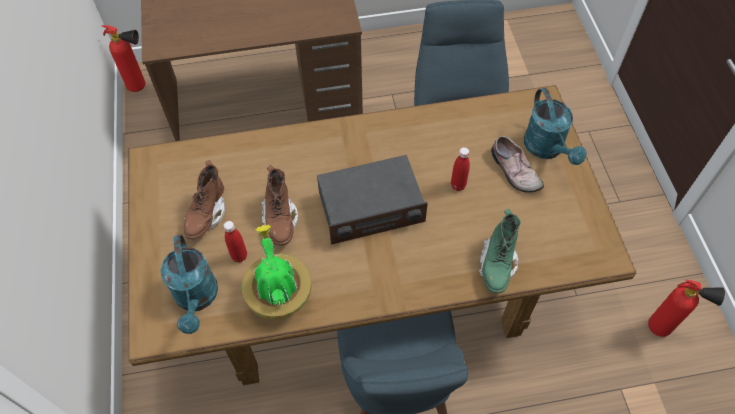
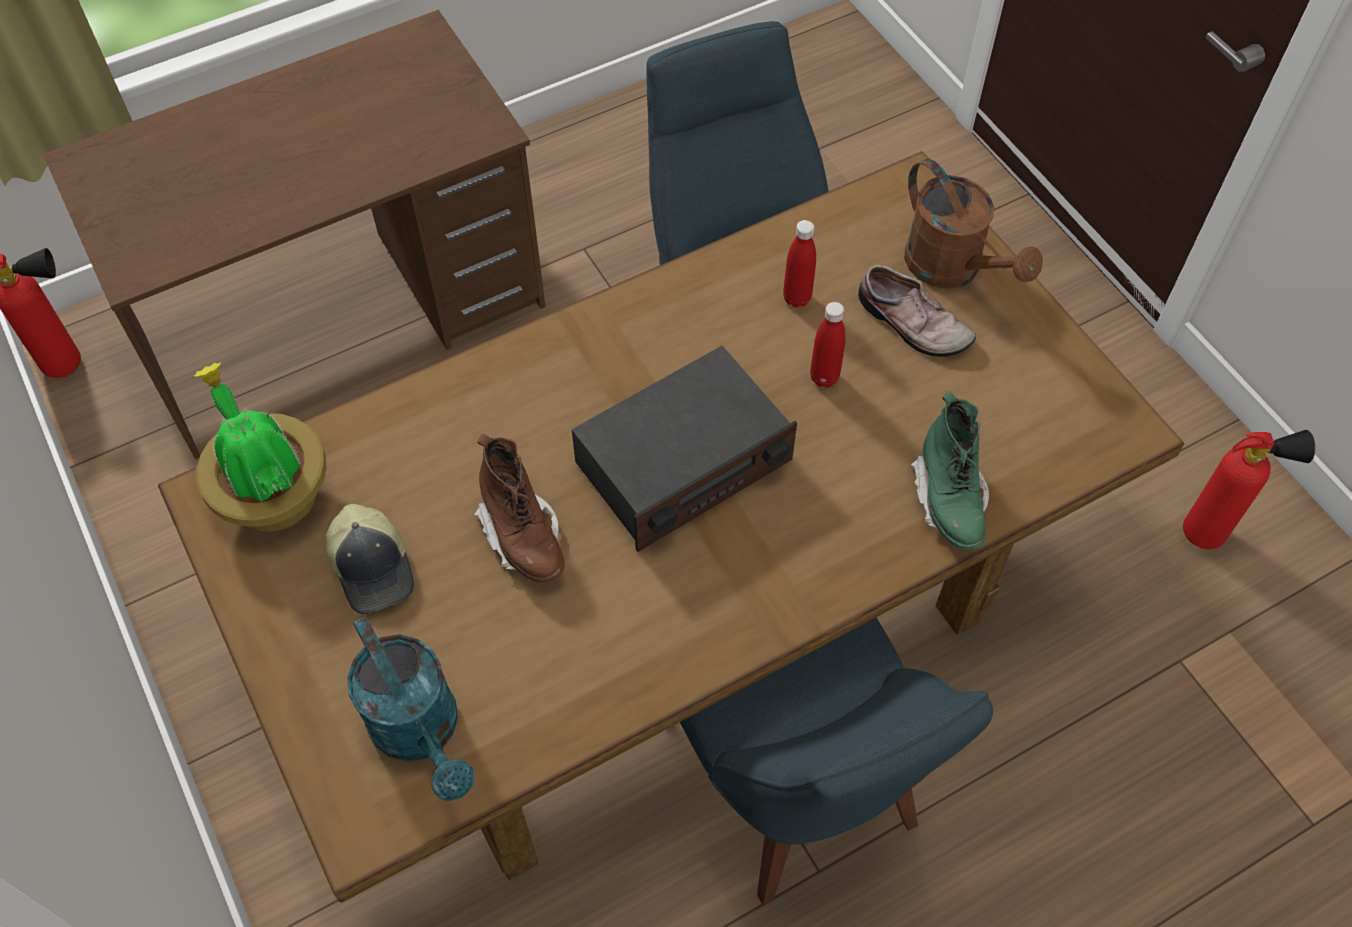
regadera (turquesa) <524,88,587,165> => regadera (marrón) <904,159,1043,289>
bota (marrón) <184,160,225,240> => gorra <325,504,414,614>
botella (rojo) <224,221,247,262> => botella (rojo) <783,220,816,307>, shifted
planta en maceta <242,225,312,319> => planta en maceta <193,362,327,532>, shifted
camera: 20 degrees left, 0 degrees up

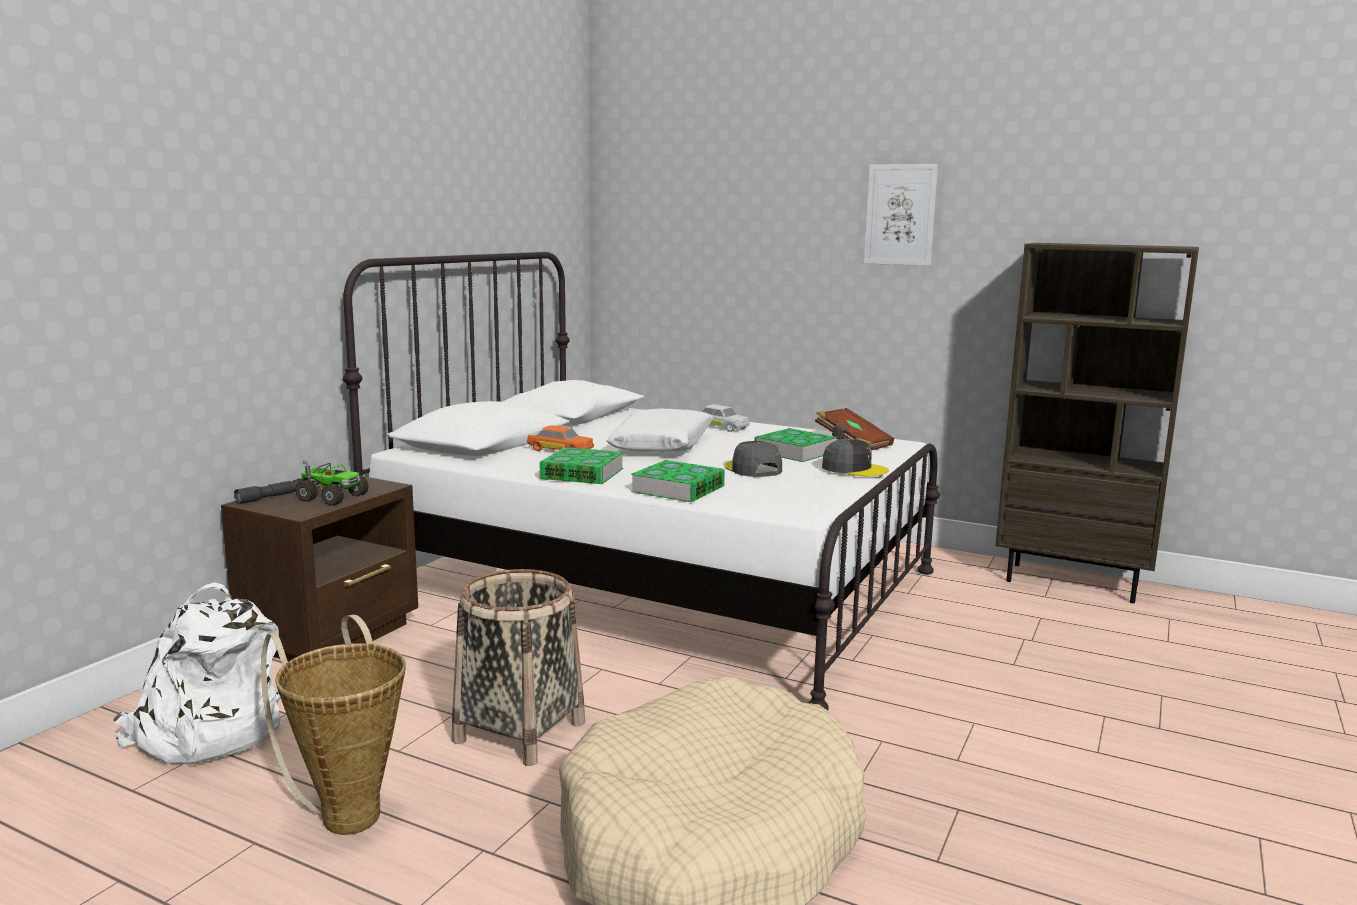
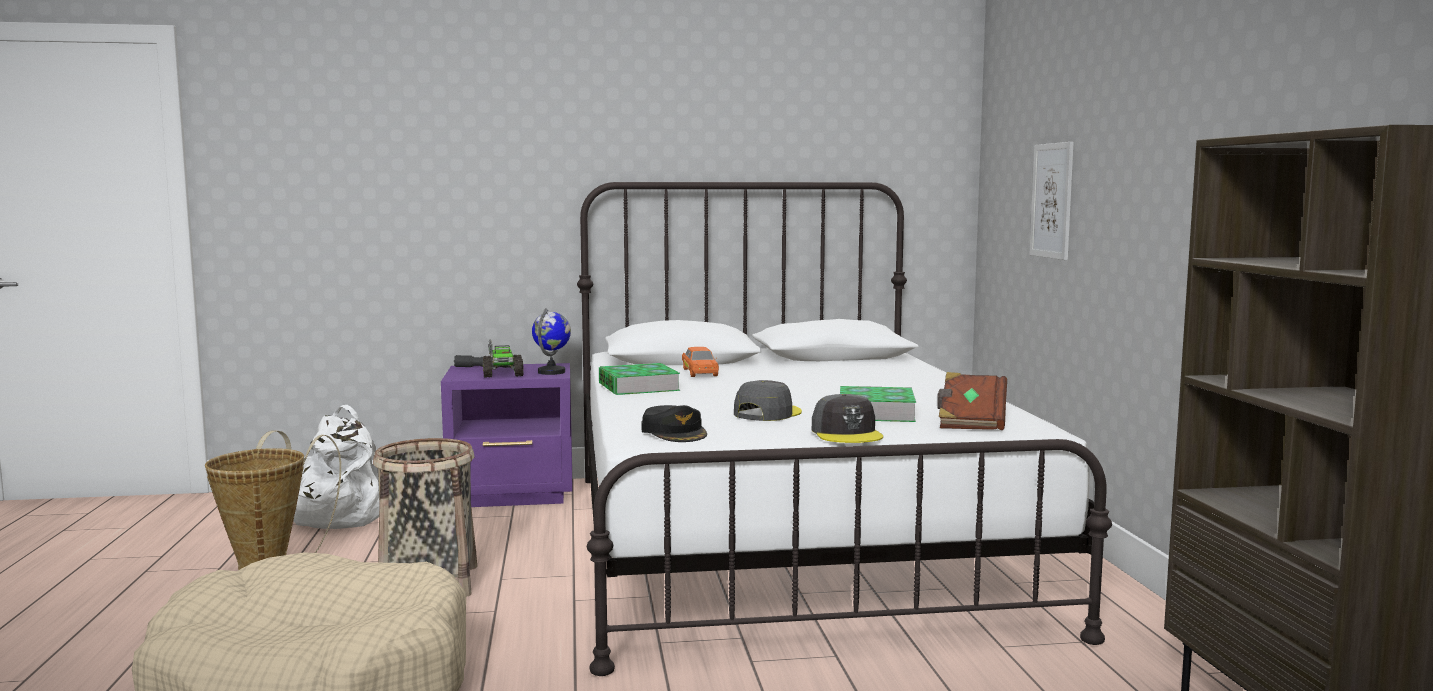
cuadro <864,164,938,266> => cuadro <1030,142,1074,260>, shifted
coche de juguete (blanco) <701,404,750,432> => nothing
cojín (blanco) <607,409,713,452> => nothing
libro <631,460,725,502> => nothing
mesita de noche (marrón) <221,477,418,661> => mesita de noche (morado) <441,363,573,507>
nothing => globo terráqueo <532,308,571,375>
nothing => gorra (negro) <641,405,707,442>
camera: 55 degrees right, 5 degrees down

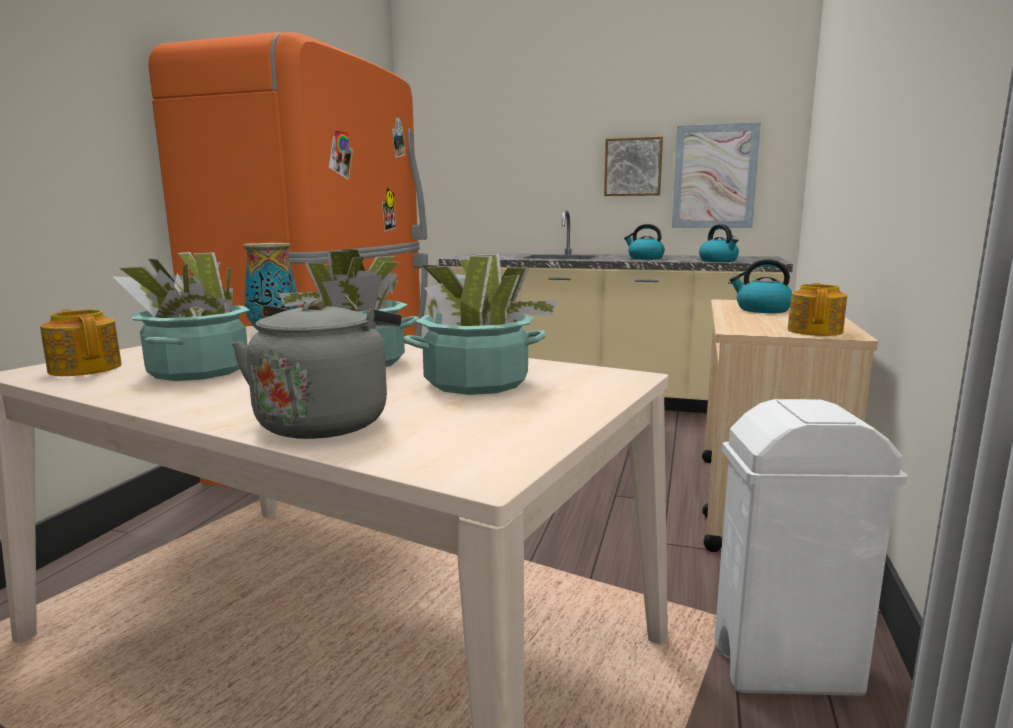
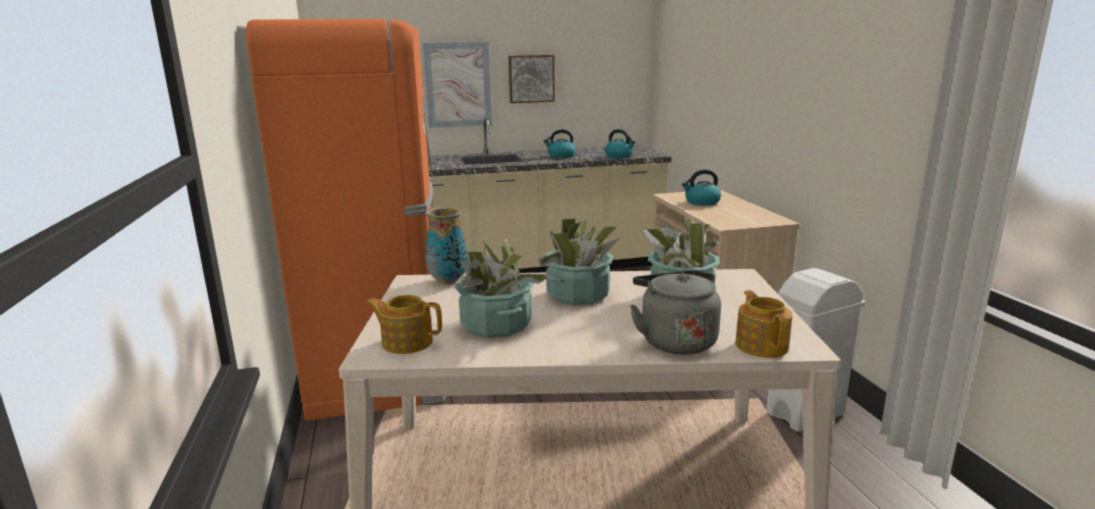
cuadro <672,122,761,228> => cuadro <423,42,492,128>, shifted
tetera <787,283,847,336> => tetera <735,290,793,358>, shifted
camera: 30 degrees left, 5 degrees up

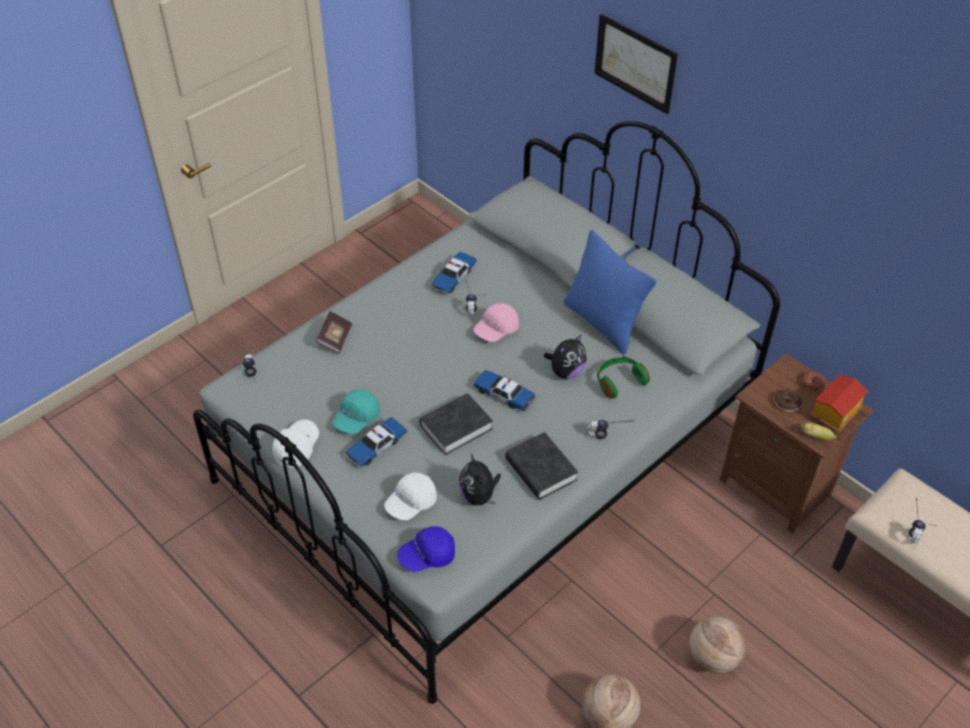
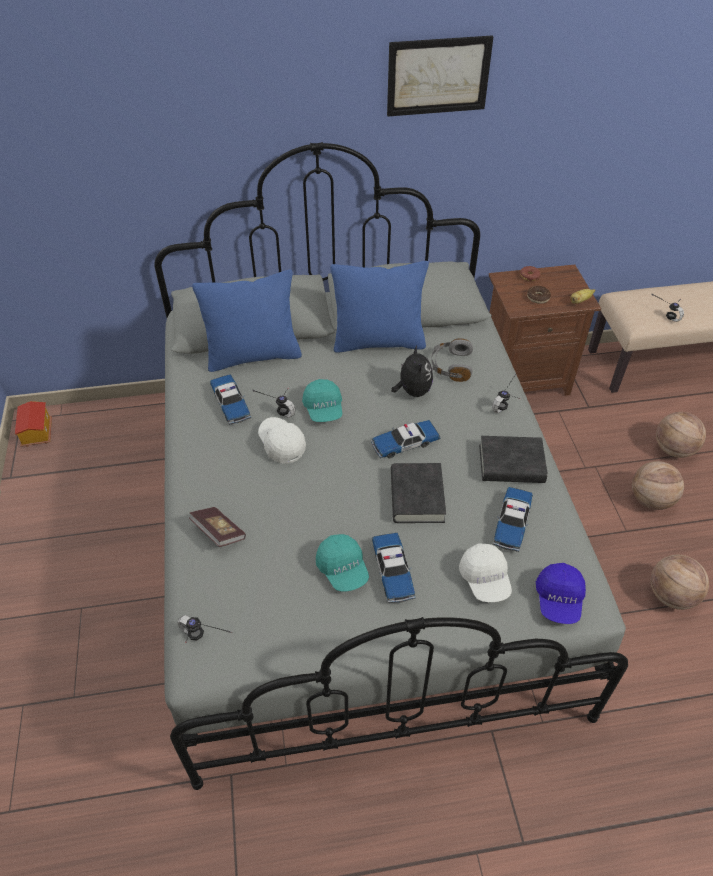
cuadro <594,14,678,114> => cuadro <387,35,494,117>, shifted
gorra (rosa) <473,303,519,342> => gorra (turquesa) <302,379,342,422>
auriculares (verde) <597,356,650,399> => auriculares (gris) <431,338,473,382>
casita <810,374,868,432> => casita <15,401,52,447>, shifted
gorra (blanco) <272,419,319,468> => gorra (blanco) <258,417,306,464>, shifted
peluche <459,454,501,506> => coche de juguete <493,487,533,552>
nothing => cojín (azul) <192,270,302,372>
nothing => balón de baloncesto <656,412,706,458>
camera: 55 degrees left, 0 degrees up

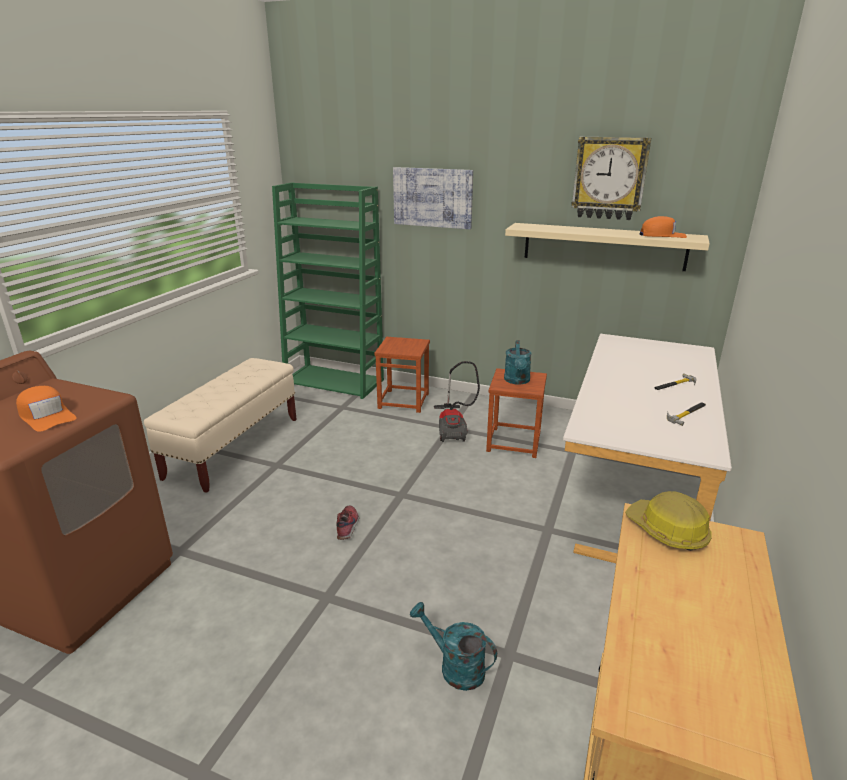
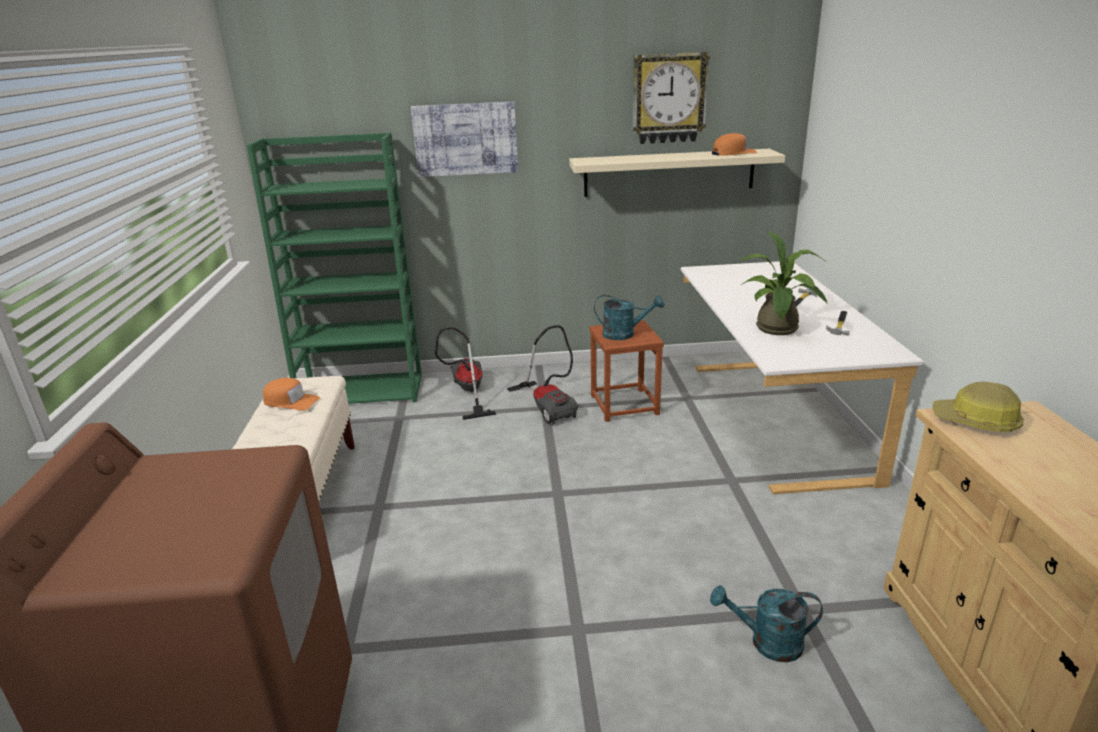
taburete (marrón) <374,337,430,413> => aspiradora <435,327,497,420>
regadera (turquesa) <504,340,532,385> => regadera (turquesa) <594,295,664,340>, 60 degrees counterclockwise
gorra (naranja) <16,386,76,432> => gorra (naranja) <263,378,320,411>, shifted
zapato <336,506,359,540> => nothing
nothing => planta en maceta <739,231,827,335>
camera: 25 degrees left, 0 degrees up

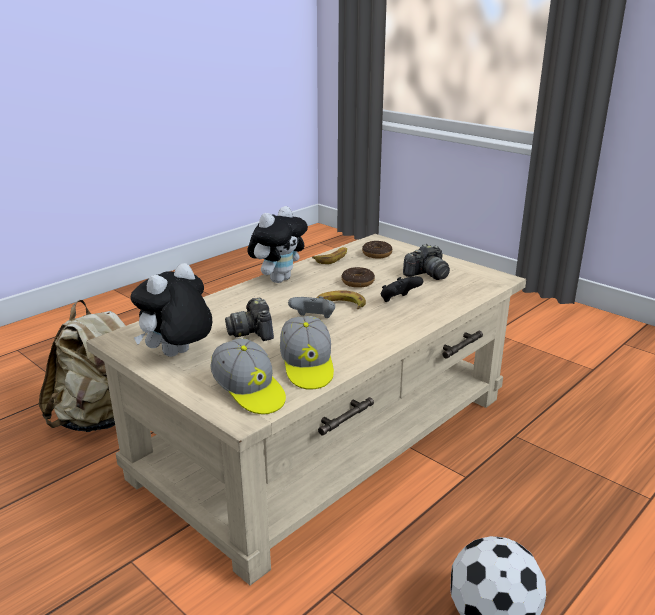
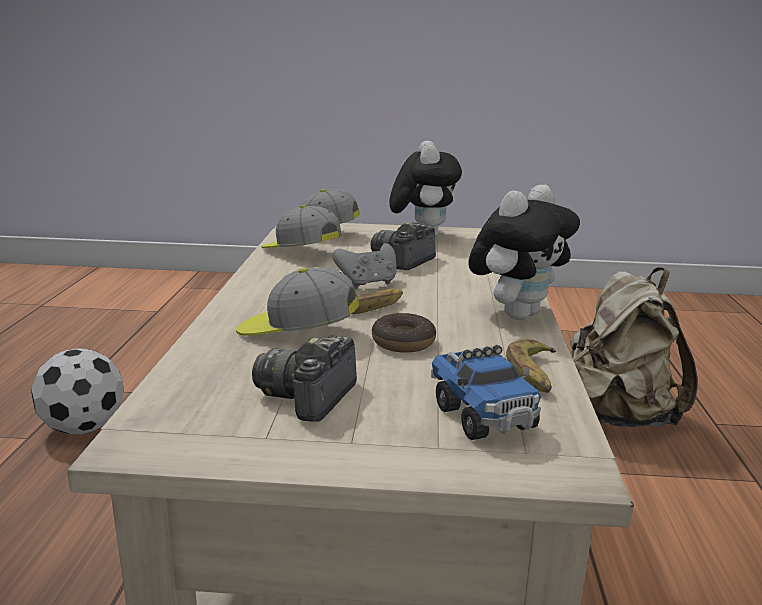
peluche <248,206,308,283> => peluche <469,185,580,320>, 135 degrees counterclockwise
rosquilla <362,241,392,259> => camión de juguete <431,345,541,440>
mando de consola (negro) <381,276,423,302> => gorra <236,267,359,336>
cámara <225,298,274,341> => cámara <371,222,436,270>, 90 degrees counterclockwise
camera: 140 degrees right, 5 degrees down

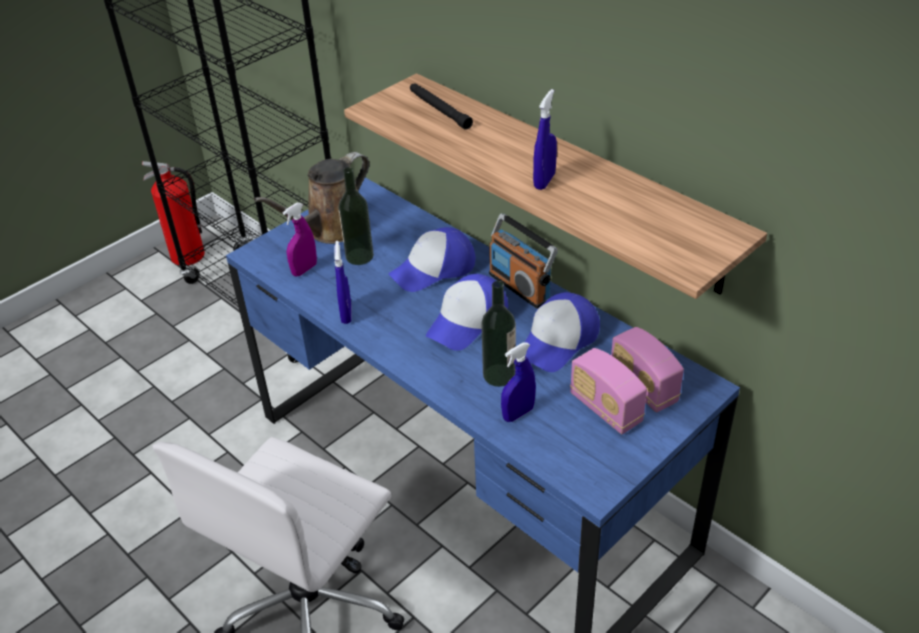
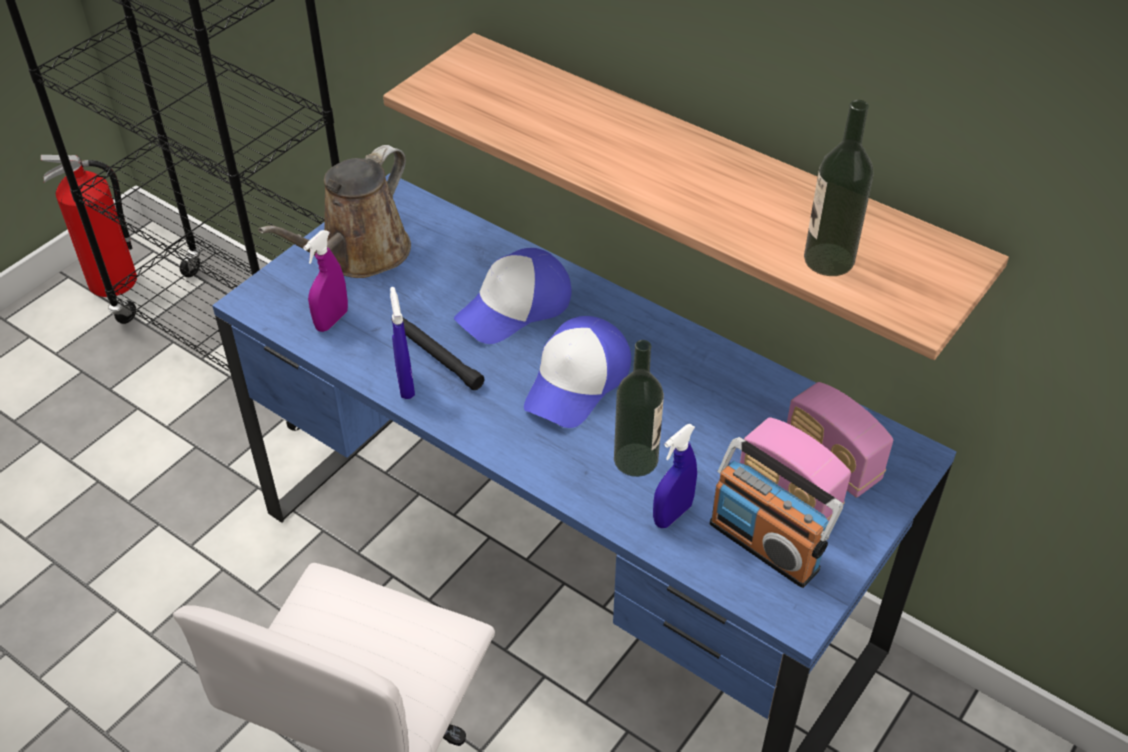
linterna (negro) <410,84,473,129> => linterna (negro) <403,317,484,390>, shifted
pulverizador (azul) <533,89,557,190> => nothing
botella <338,167,374,265> => botella <804,100,874,276>, shifted
radio <489,214,558,308> => radio <710,437,843,588>, shifted
gorra <525,292,600,372> => nothing
camera: 10 degrees left, 5 degrees up

